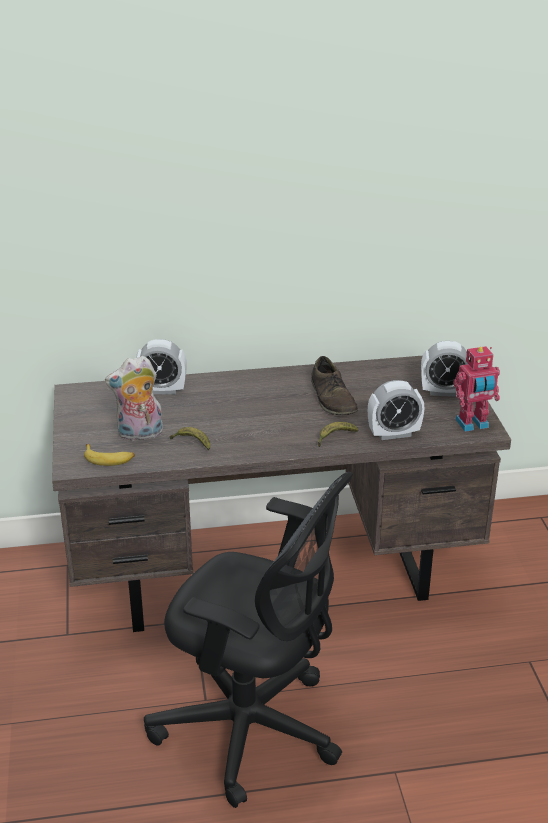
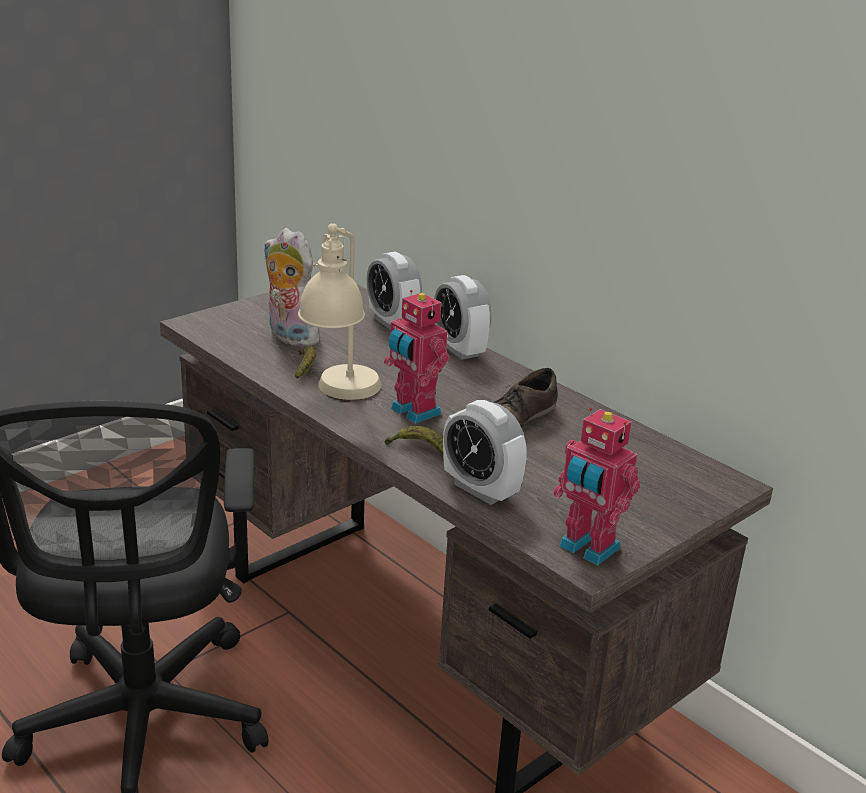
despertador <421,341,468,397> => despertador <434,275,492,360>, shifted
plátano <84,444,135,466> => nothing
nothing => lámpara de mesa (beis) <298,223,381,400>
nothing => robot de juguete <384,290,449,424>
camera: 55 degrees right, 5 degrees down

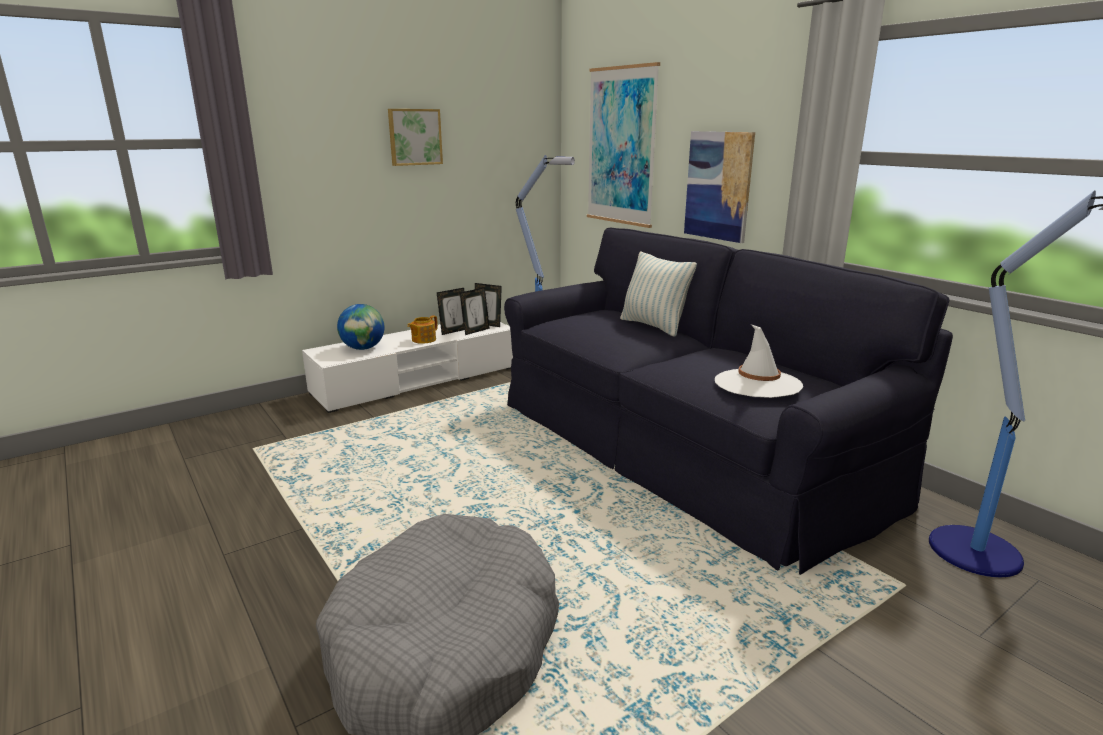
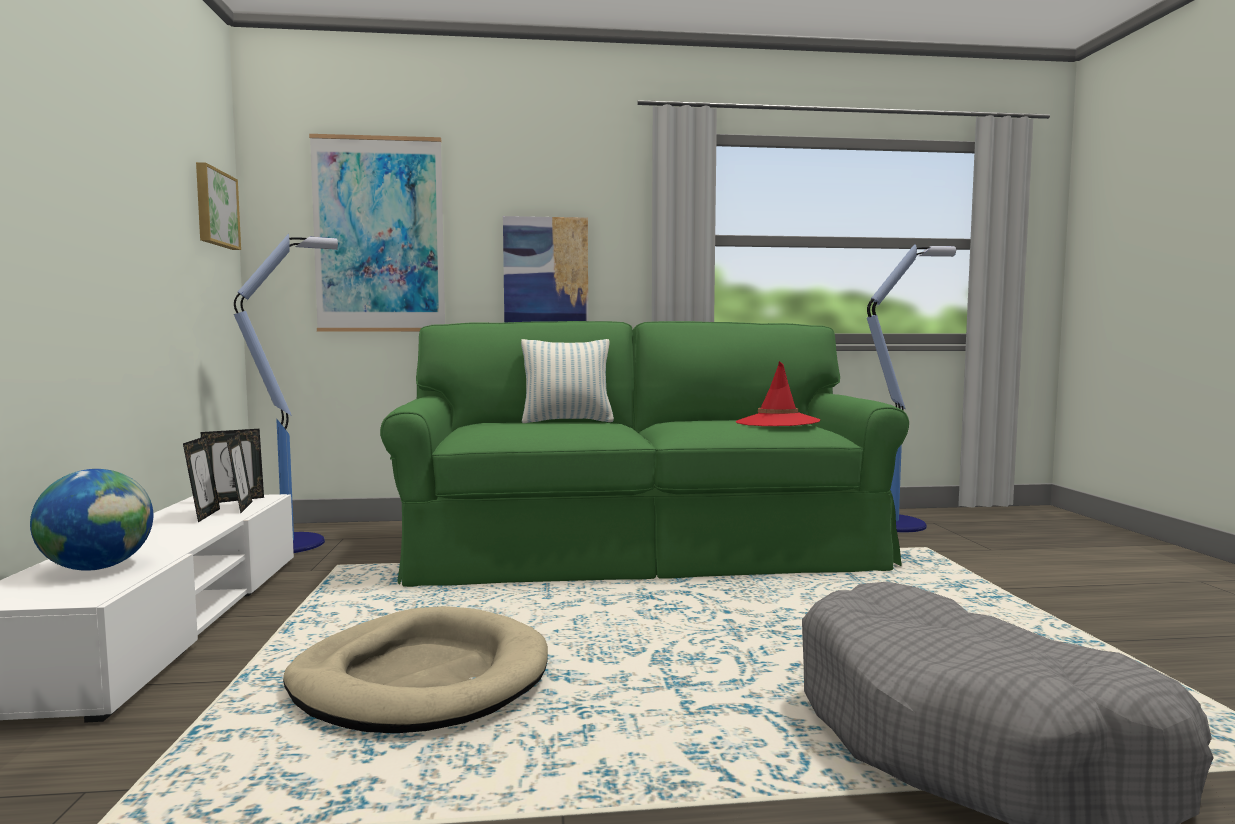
cuadro <388,109,443,166> => cuadro <196,162,241,250>, shifted
sofá (negro) <504,228,953,575> => sofá (verde) <380,321,909,587>
tetera <407,315,438,344> => nothing
sombrero (blanco) <715,324,803,398> => sombrero (rojo) <736,361,820,426>
nothing => cama para perro (beis) <283,606,548,733>
camera: 60 degrees left, 15 degrees down

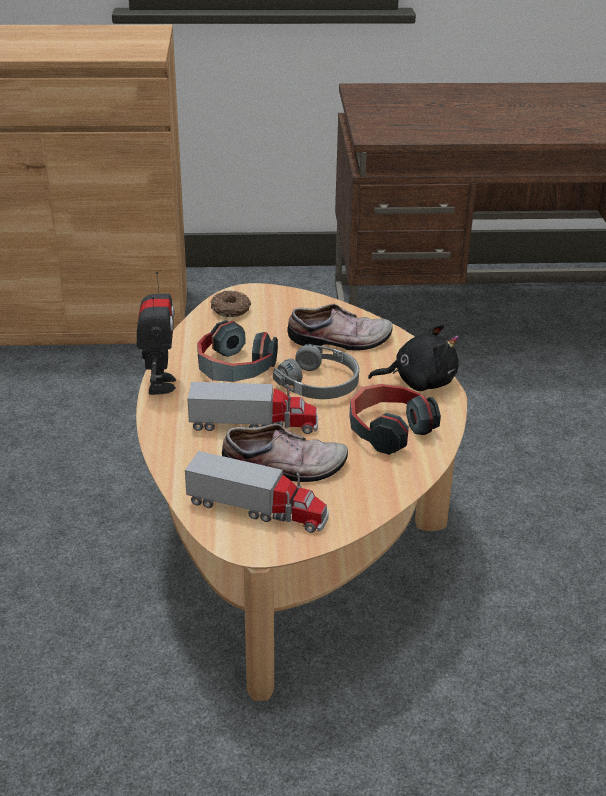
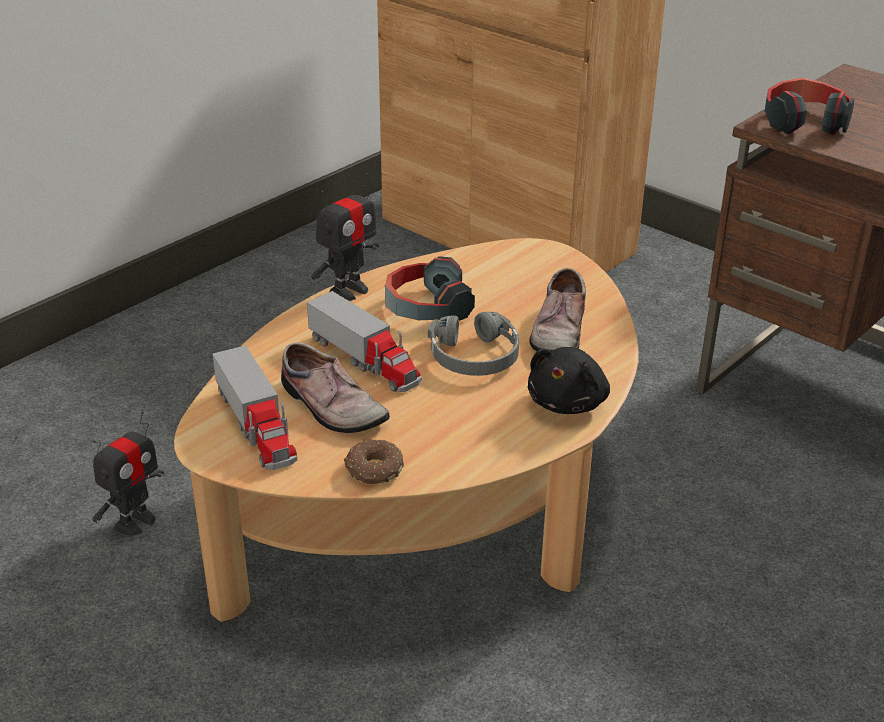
rosquilla <211,290,251,317> => rosquilla <344,439,404,484>, shifted
zapato <288,304,393,351> => zapato <529,268,586,352>, 60 degrees clockwise
peluche (negro) <368,324,459,391> => peluche (negro) <528,347,610,414>, 75 degrees clockwise
auriculares <349,384,441,455> => auriculares <764,77,854,135>, shifted
nothing => robot de juguete <92,412,164,536>
camera: 45 degrees right, 0 degrees up

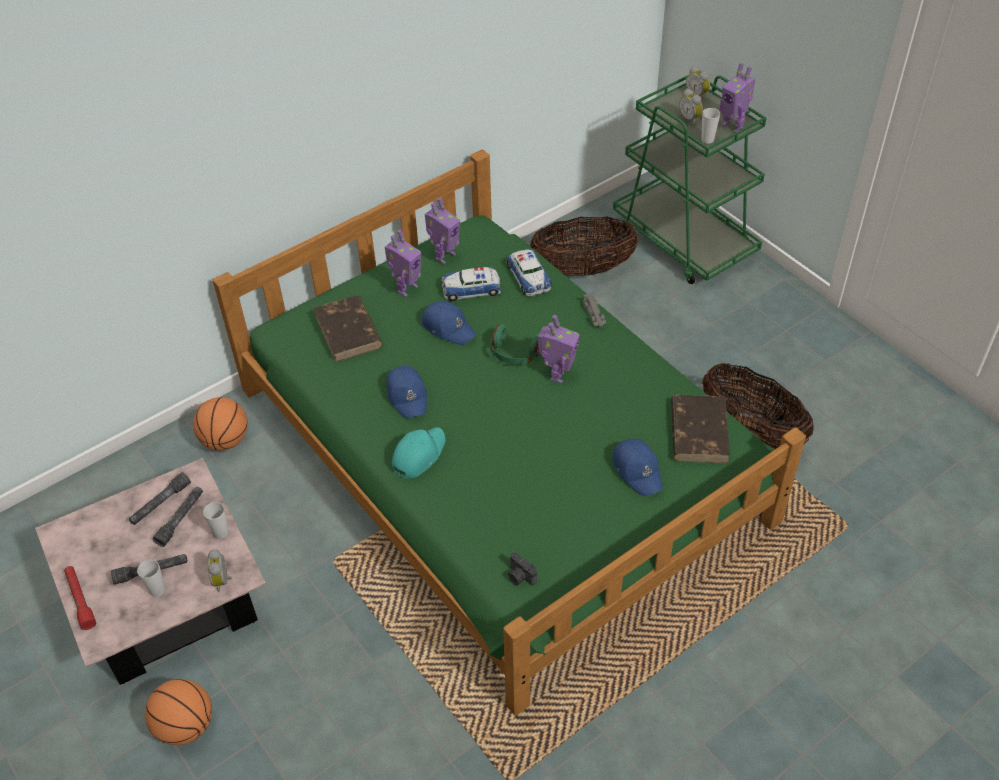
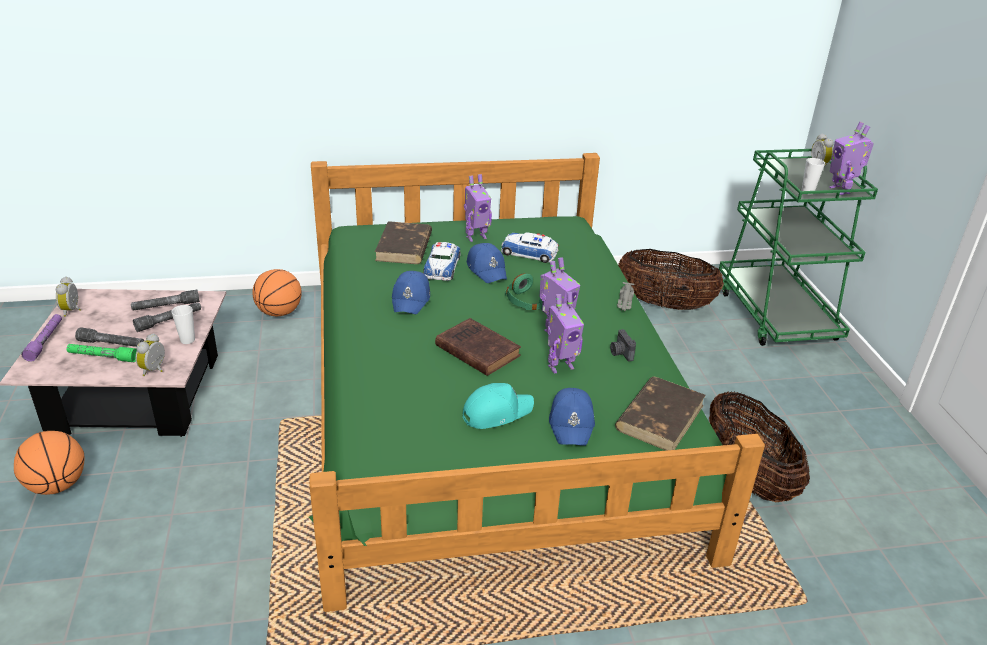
despertador <679,89,703,125> => despertador <56,276,81,317>, shifted
robot de juguete <425,197,460,264> => robot de juguete <547,292,584,374>, shifted
coche de juguete <506,249,552,296> => coche de juguete <423,242,461,281>, shifted
gorra (turquesa) <392,427,446,479> => gorra (turquesa) <463,383,534,429>, shifted
cámara <508,552,537,585> => cámara <610,329,636,361>, shifted
taza <137,560,165,597> => linterna (verde) <67,344,137,362>
linterna (rojo) <64,566,96,630> => linterna (morado) <21,314,62,362>
nothing => libro (marrón) <435,318,521,376>
camera: 25 degrees right, 15 degrees down

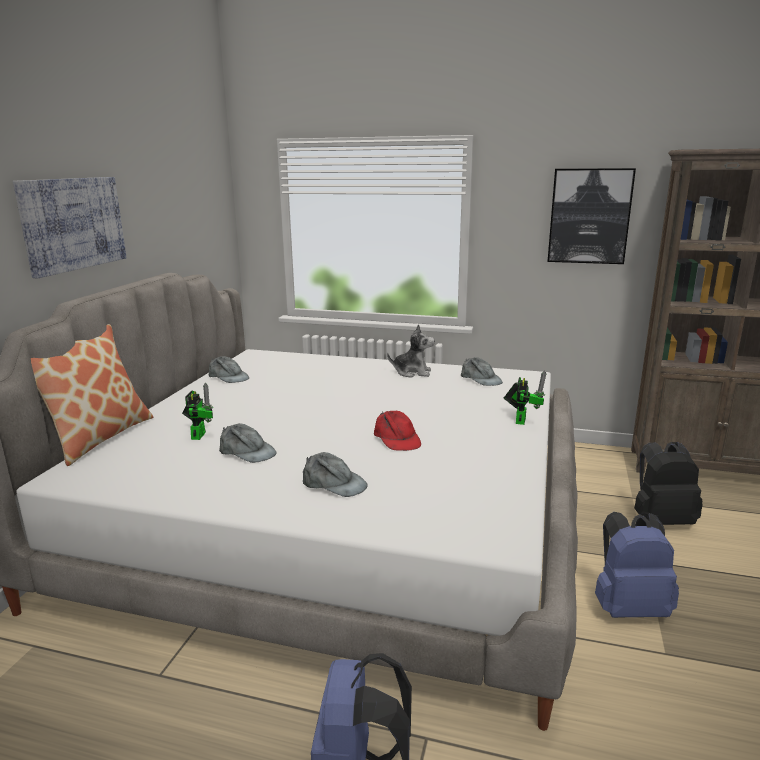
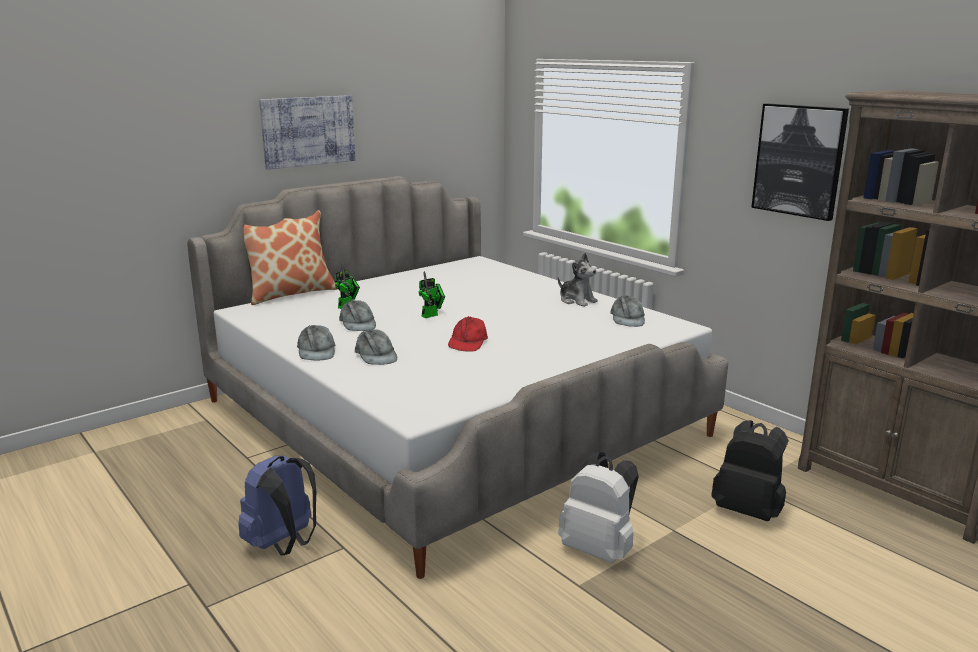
gorra (gris) <209,356,249,383> => gorra (gris) <297,325,335,361>, shifted
robot de juguete <504,371,547,425> => robot de juguete <418,271,445,318>, shifted
mochila (azul) <595,511,679,618> => mochila (blanco) <558,452,639,563>
camera: 35 degrees right, 0 degrees up

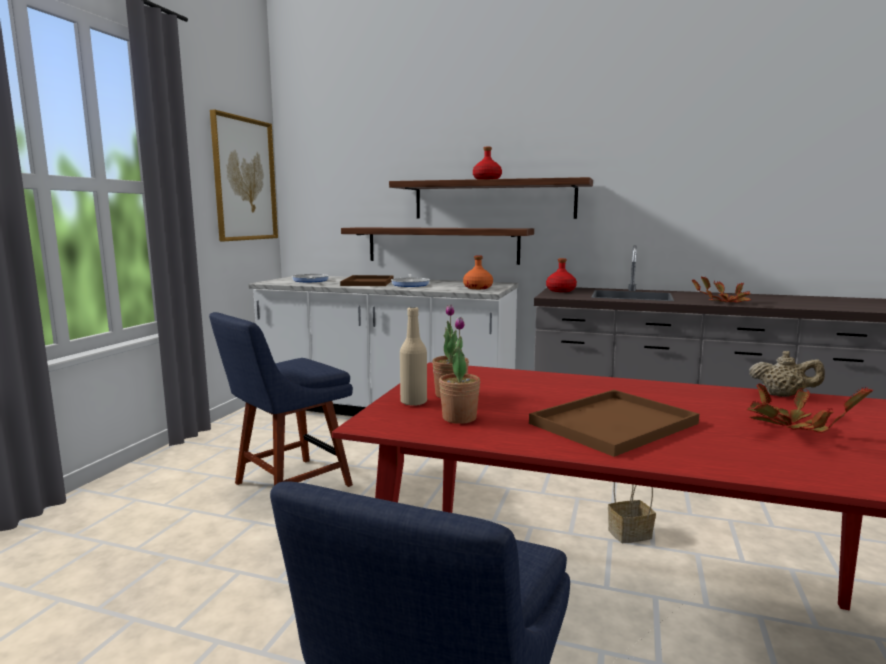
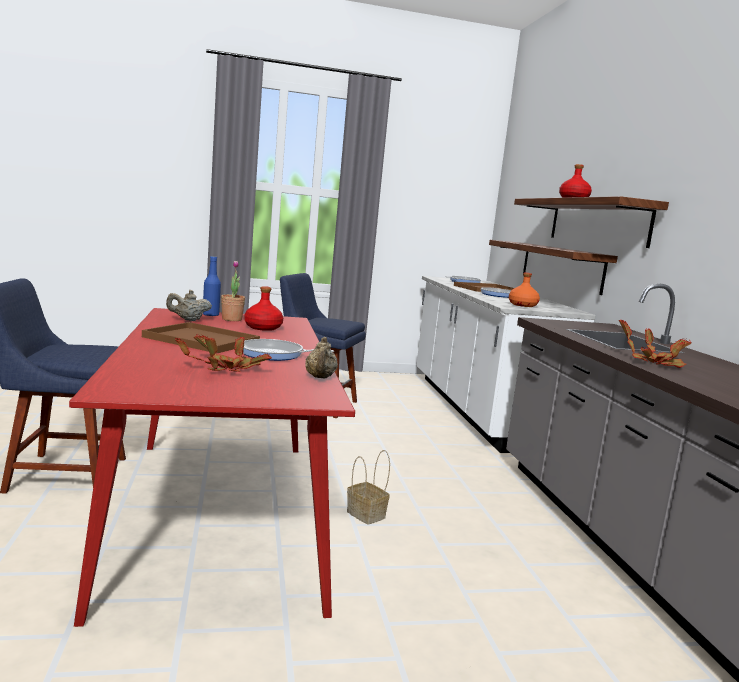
cuadro <210,110,278,241> => nothing
botella (rojo) <546,258,577,292> => botella (rojo) <245,286,283,331>, shifted
botella (beis) <400,307,427,406> => botella (azul) <203,256,221,316>
planta en maceta <439,317,480,424> => tetera (beis) <166,290,212,321>
nothing => sartén <243,339,334,361>
camera: 60 degrees right, 0 degrees up

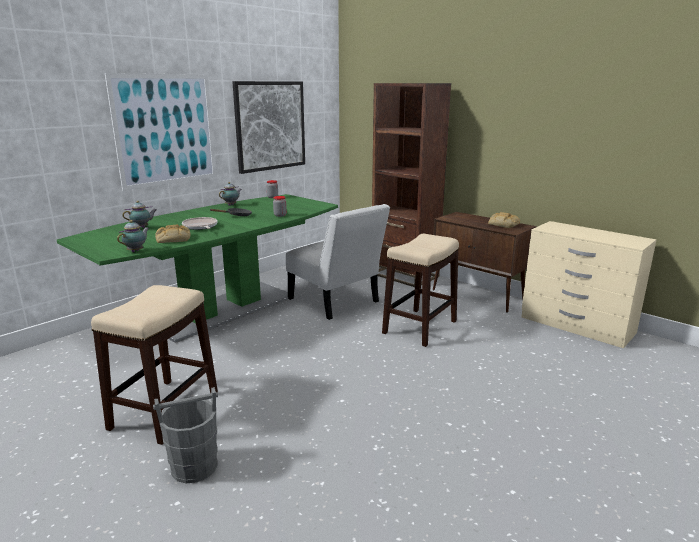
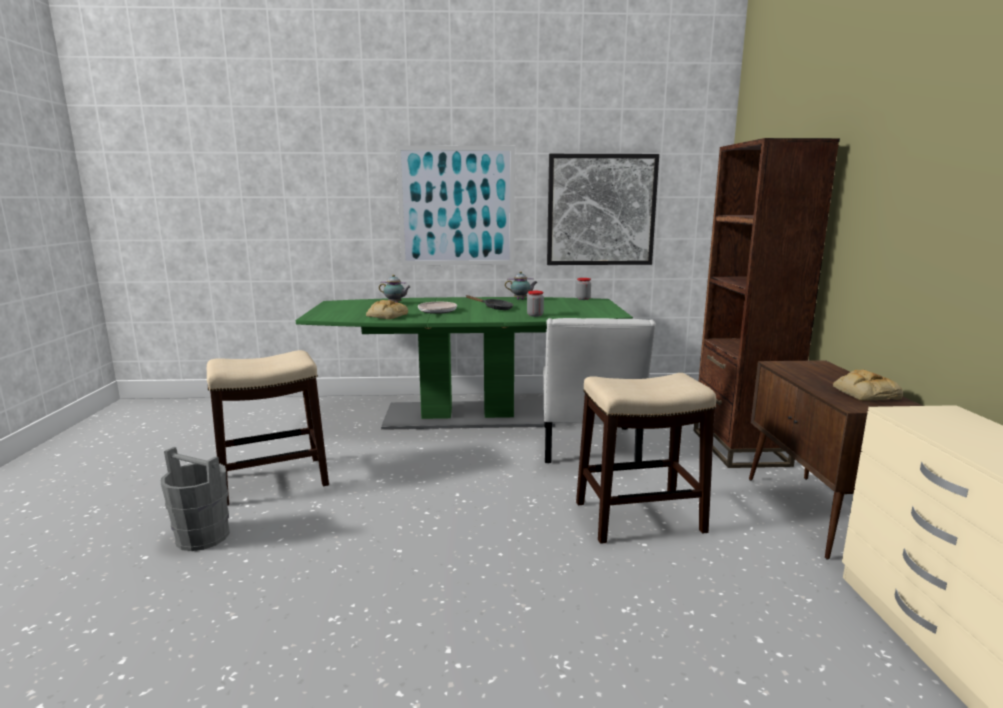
tetera <117,220,149,252> => nothing
camera: 45 degrees right, 5 degrees down

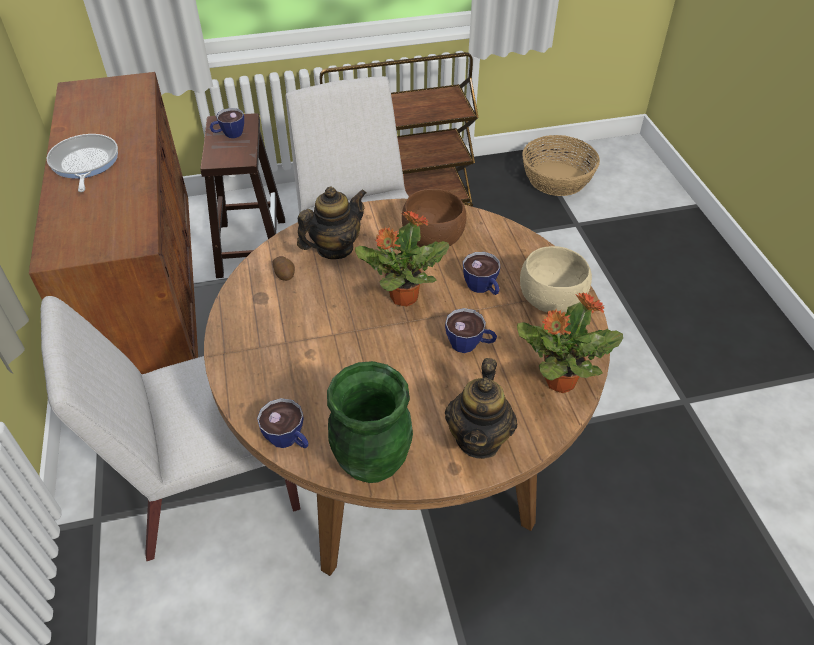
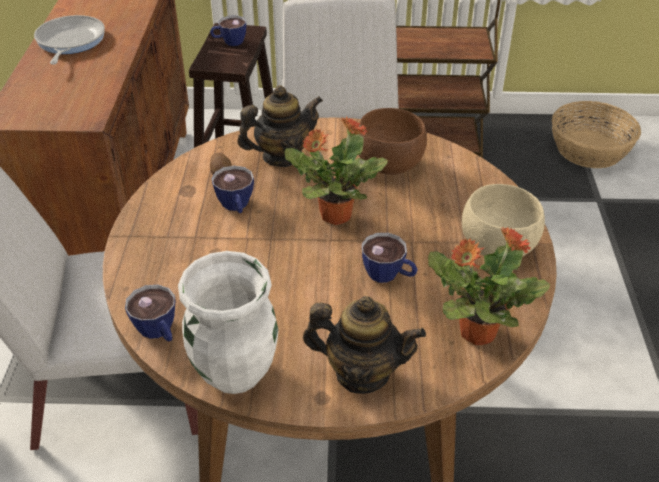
taza <463,252,500,295> => taza <211,166,254,213>, shifted
tetera <445,358,518,459> => tetera <303,296,426,394>, 105 degrees counterclockwise
florero (verde) <327,361,413,483> => florero (blanco) <178,251,278,394>
camera: 15 degrees right, 5 degrees down

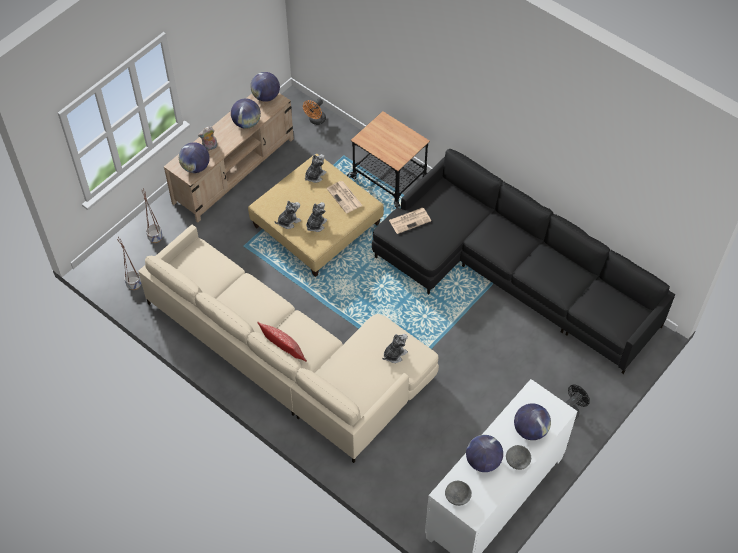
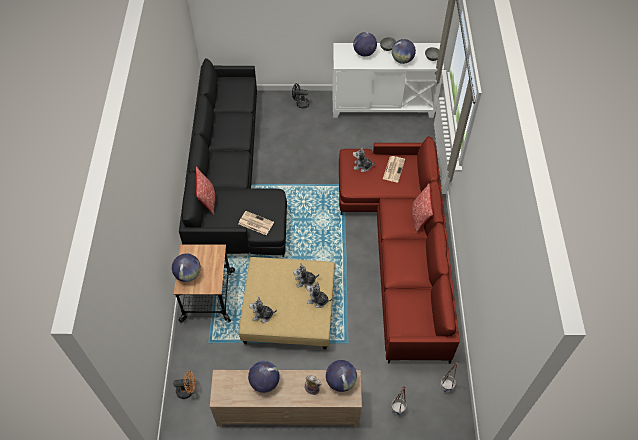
globo terráqueo <250,72,280,102> => globo terráqueo <172,253,201,282>, shifted
periódico <327,181,363,213> => periódico <383,156,405,183>, shifted
sofá (beis) <138,225,439,463> => sofá (rojo) <339,136,460,364>
nothing => cojín <196,166,215,215>
camera: 130 degrees left, 0 degrees up

